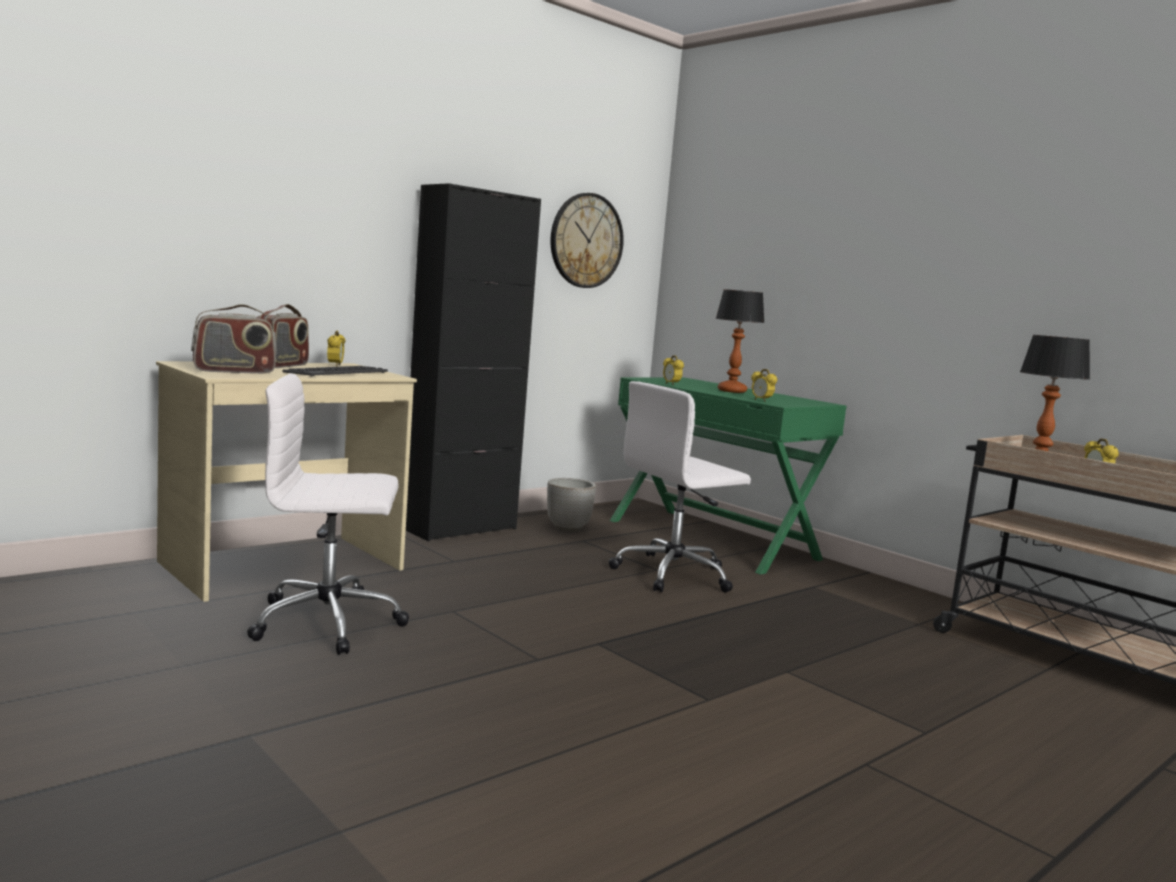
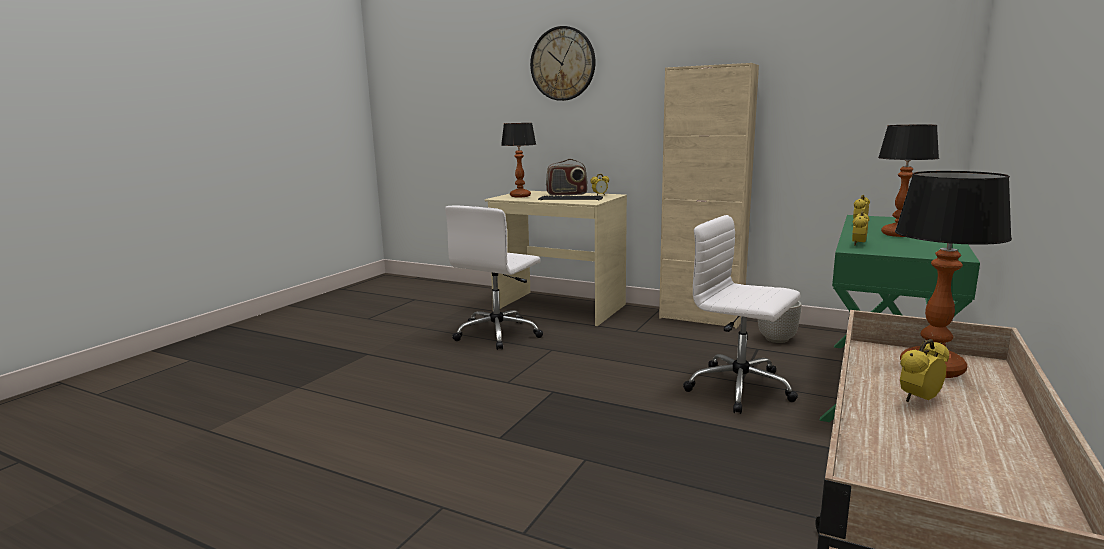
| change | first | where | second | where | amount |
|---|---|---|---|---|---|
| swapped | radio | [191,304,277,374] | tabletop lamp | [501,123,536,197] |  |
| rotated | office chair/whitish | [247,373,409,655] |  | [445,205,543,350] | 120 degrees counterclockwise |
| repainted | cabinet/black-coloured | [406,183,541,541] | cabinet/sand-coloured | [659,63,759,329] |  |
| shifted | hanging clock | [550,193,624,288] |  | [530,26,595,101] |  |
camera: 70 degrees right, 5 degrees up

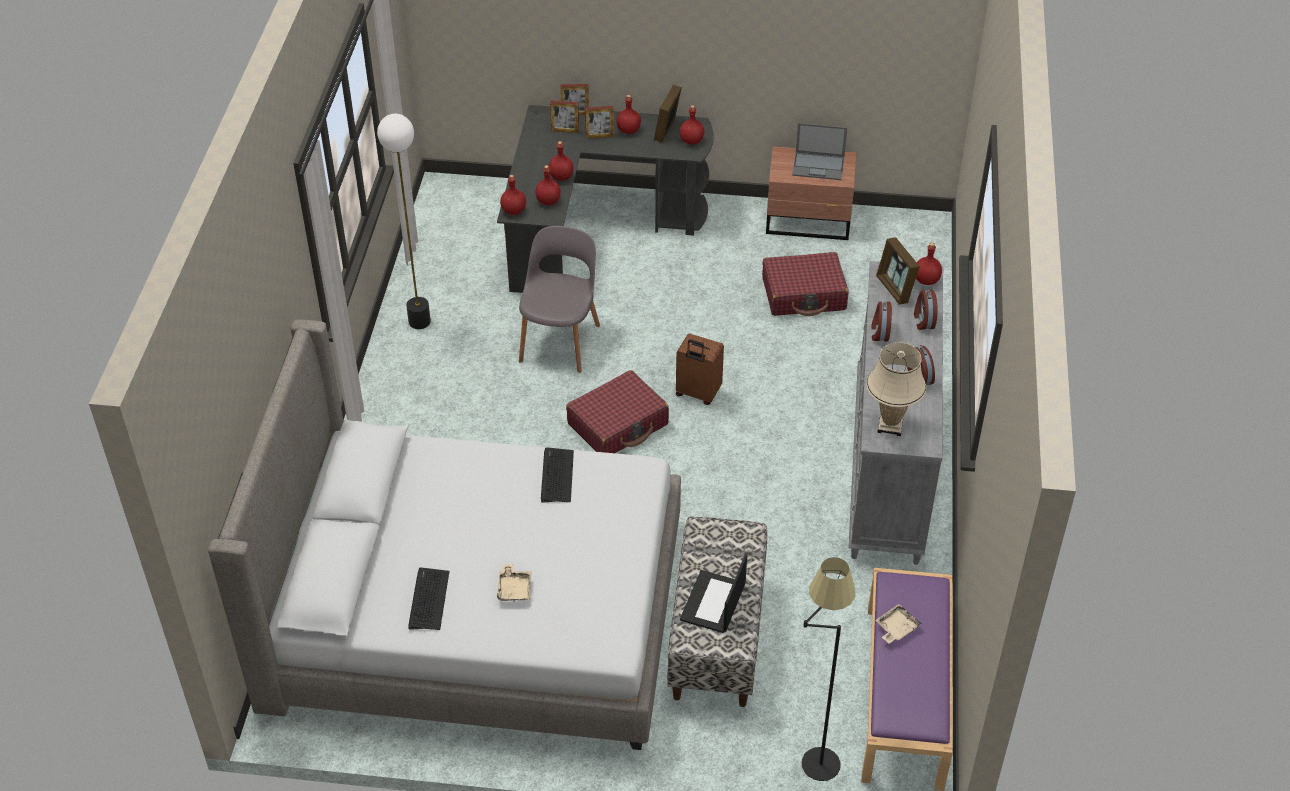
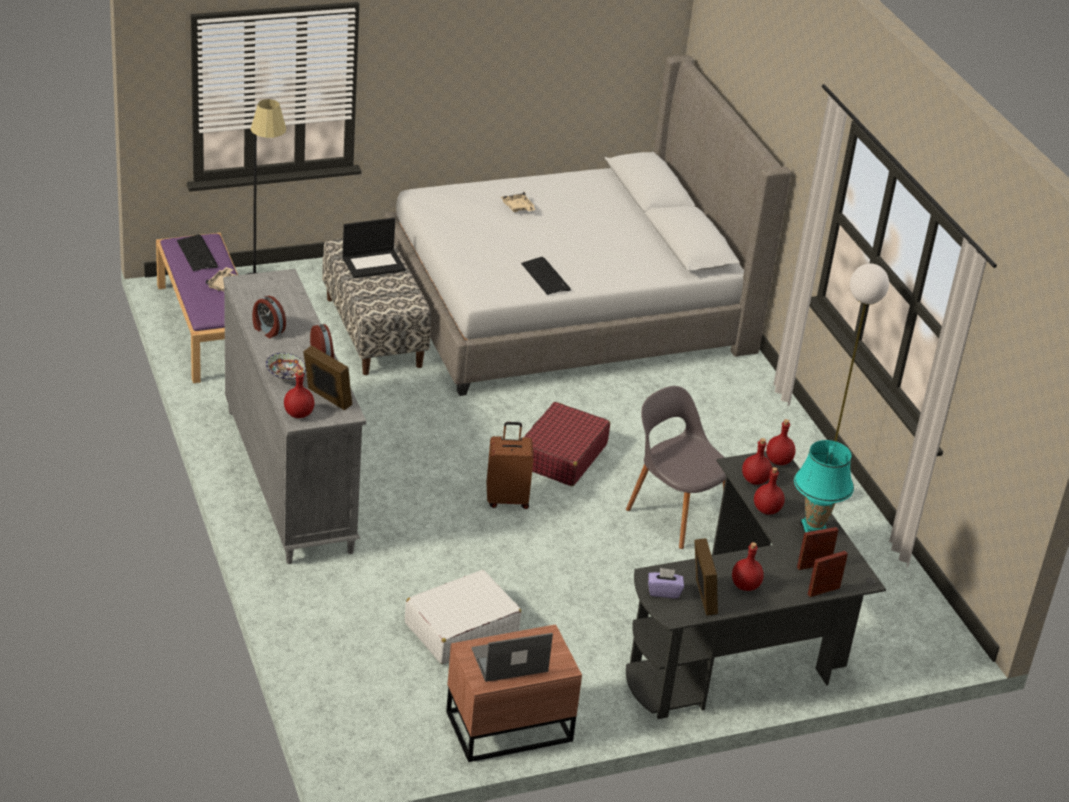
| change | first | where | second | where | amount |
|---|---|---|---|---|---|
| shifted | computer keyboard | [408,568,449,630] |  | [177,235,218,271] |  |
| rotated | chair/gray | [519,226,600,373] |  | [626,386,726,549] | 150 degrees clockwise |
| gone | picture frame | [585,106,614,139] |  |  |  |
| swapped | drink bottle/reddish | [680,105,704,145] | tissue holder/purple-coloured | [648,568,684,599] |  |
| rotated | laptop | [680,554,747,633] |  | [343,218,406,278] | 75 degrees clockwise |
| repainted | travel case/reddish | [762,252,849,316] | travel case/whitish | [405,570,521,664] |  |
| gone | tabletop lamp/sand-coloured | [866,342,926,436] |  |  |  |
| swapped | alarm clock | [914,290,937,330] | deep dish | [266,353,306,381] |  |
| new |  |  | tabletop lamp/blue-green | [794,440,854,532] |  |
camera: 150 degrees right, 10 degrees down

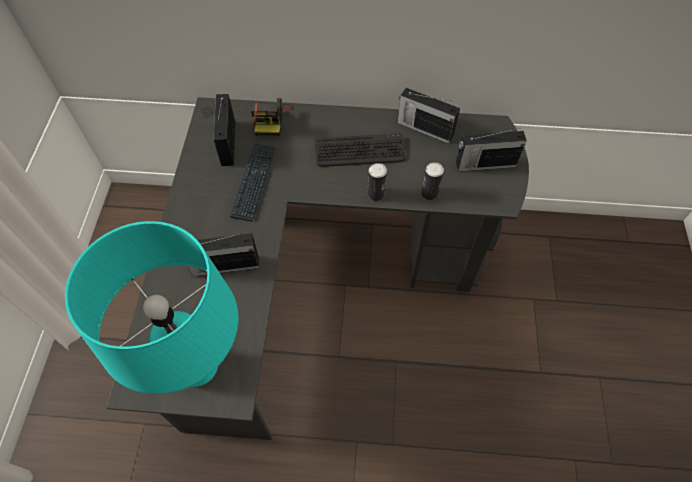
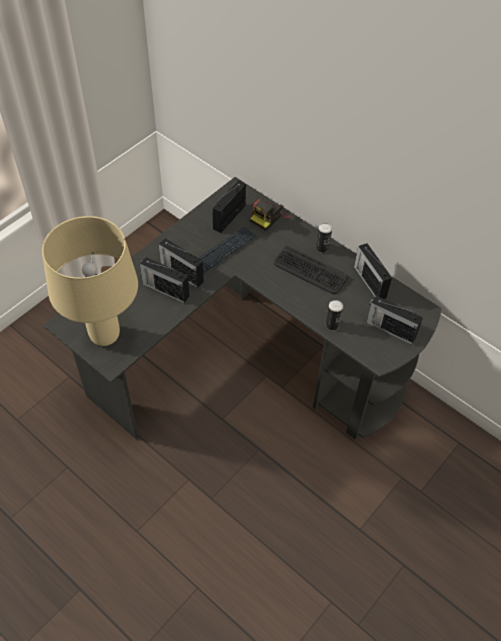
| change | first | where | second | where | amount |
|---|---|---|---|---|---|
| repainted | tabletop lamp/blue-green | [65,221,238,394] | tabletop lamp/sand-coloured | [42,216,138,346] |  |
| shifted | sealed can | [367,163,387,201] |  | [316,223,332,253] |  |
| new |  |  | radio | [158,238,204,288] |  |
camera: 35 degrees right, 5 degrees down

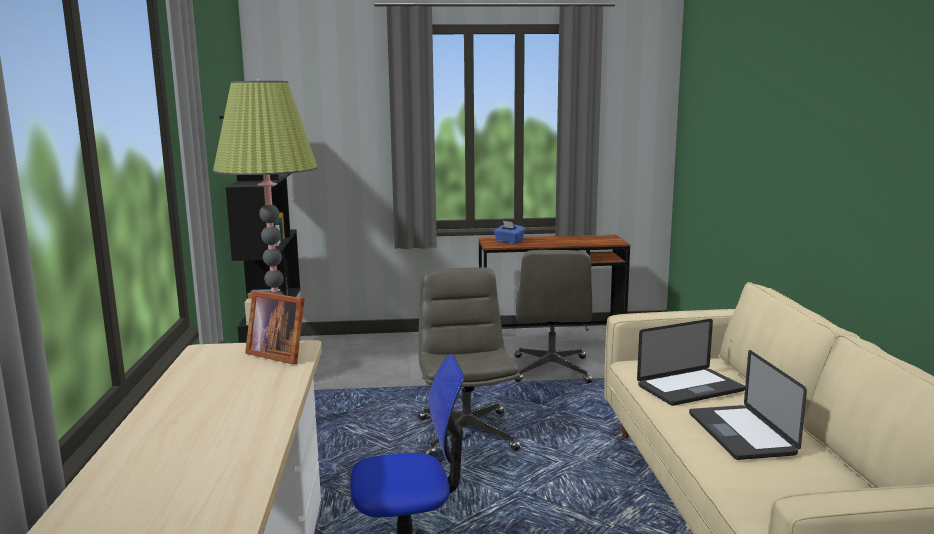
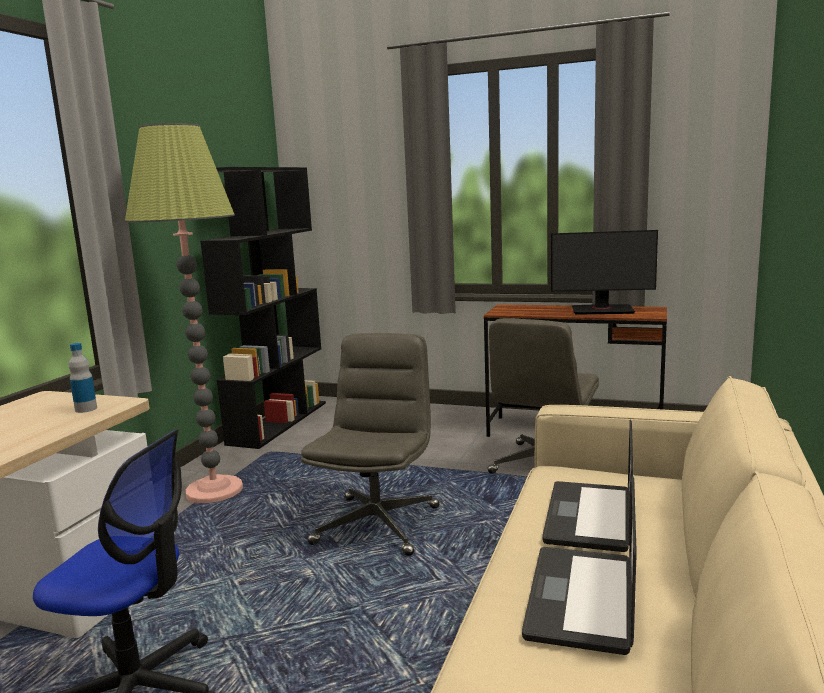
| change | first | where | second | where | amount |
|---|---|---|---|---|---|
| swapped | picture frame | [245,291,305,364] | drink bottle | [69,343,97,413] |  |
| gone | tissue holder/blue | [494,221,525,244] |  |  |  |
| rotated | laptop | [637,319,745,406] |  | [542,419,633,552] | 105 degrees clockwise |
| new |  |  | computer display | [551,230,658,315] |  |
camera: 25 degrees right, 0 degrees up

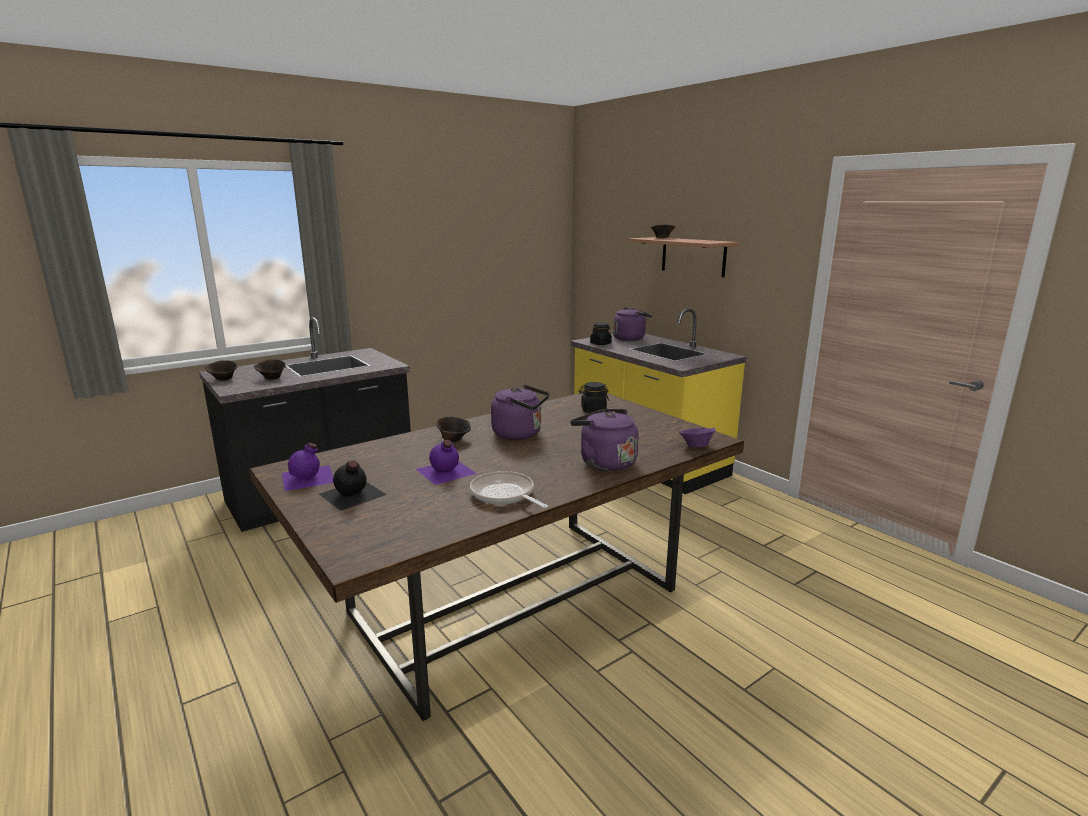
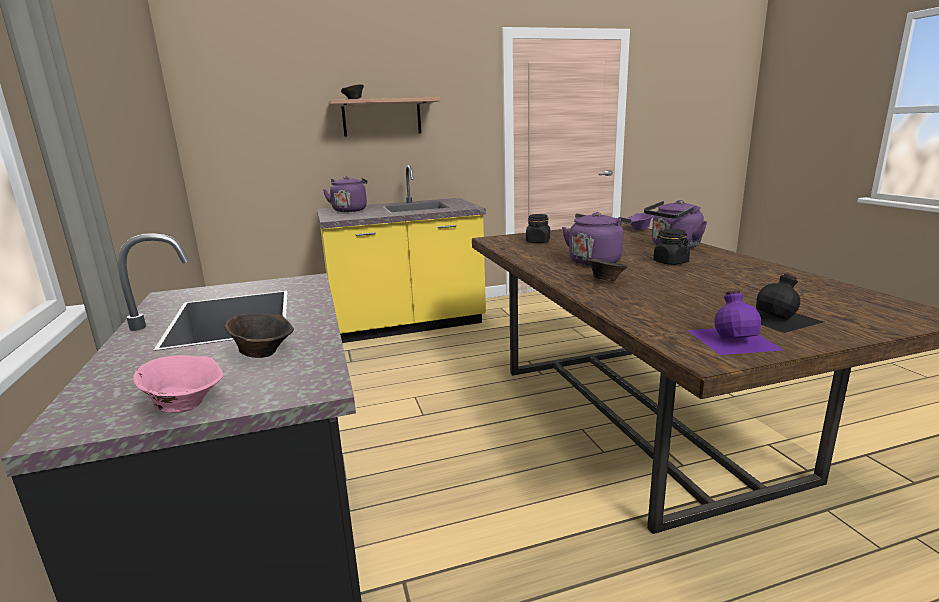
| change | first | where | second | where | amount |
|---|---|---|---|---|---|
| repainted | deep dish/brownish | [205,360,238,381] | deep dish/pink | [133,355,223,413] |  |
| gone | drink bottle/purple-coloured | [416,440,477,485] |  |  |  |
| gone | skillet | [470,471,548,509] |  |  |  |
| shifted | preserve jar/black-coloured | [590,323,612,345] |  | [653,229,690,265] |  |
camera: 70 degrees left, 0 degrees up

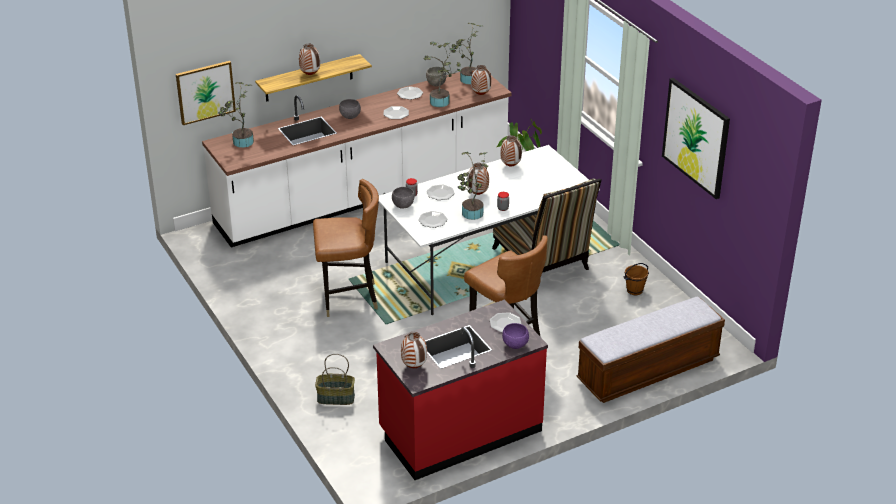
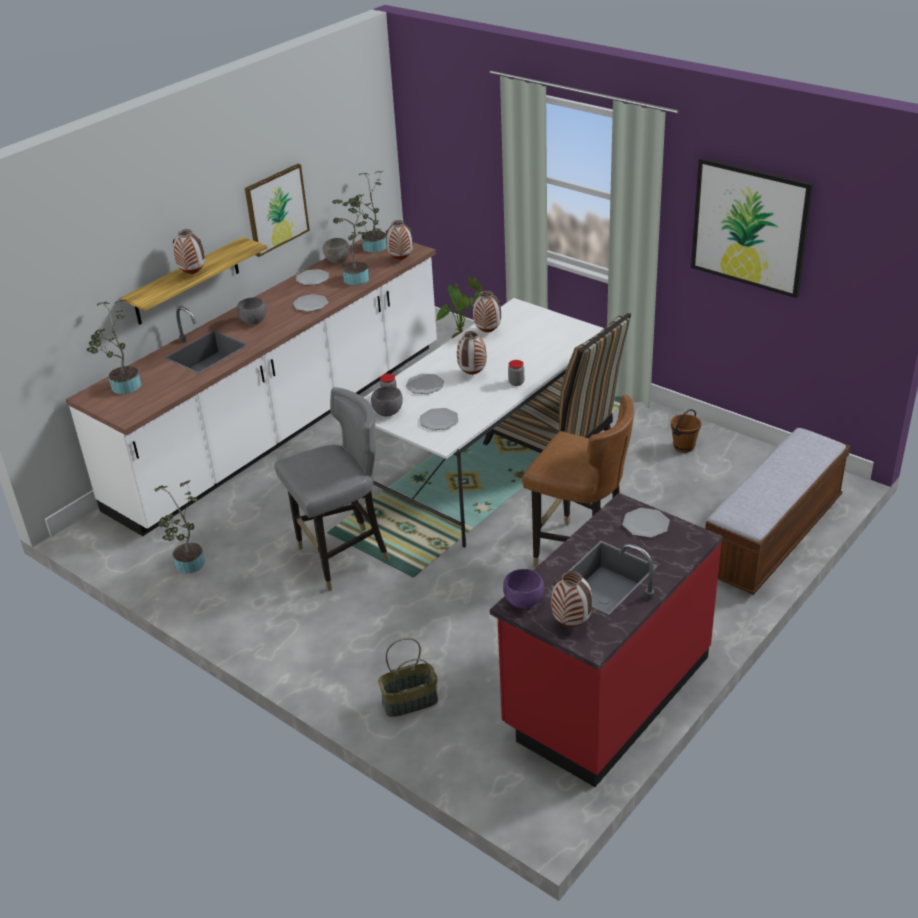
| change | first | where | second | where | amount |
|---|---|---|---|---|---|
| shifted | wall art | [176,61,236,125] |  | [245,164,310,257] |  |
| repainted | chair/brownish | [313,179,379,317] | chair/gray | [275,387,390,591] |  |
| shifted | plant in a pot | [457,152,488,220] |  | [154,480,205,573] |  |
| shifted | deep dish/purple-coloured | [502,323,529,349] |  | [503,569,544,609] |  |
camera: 20 degrees left, 0 degrees up

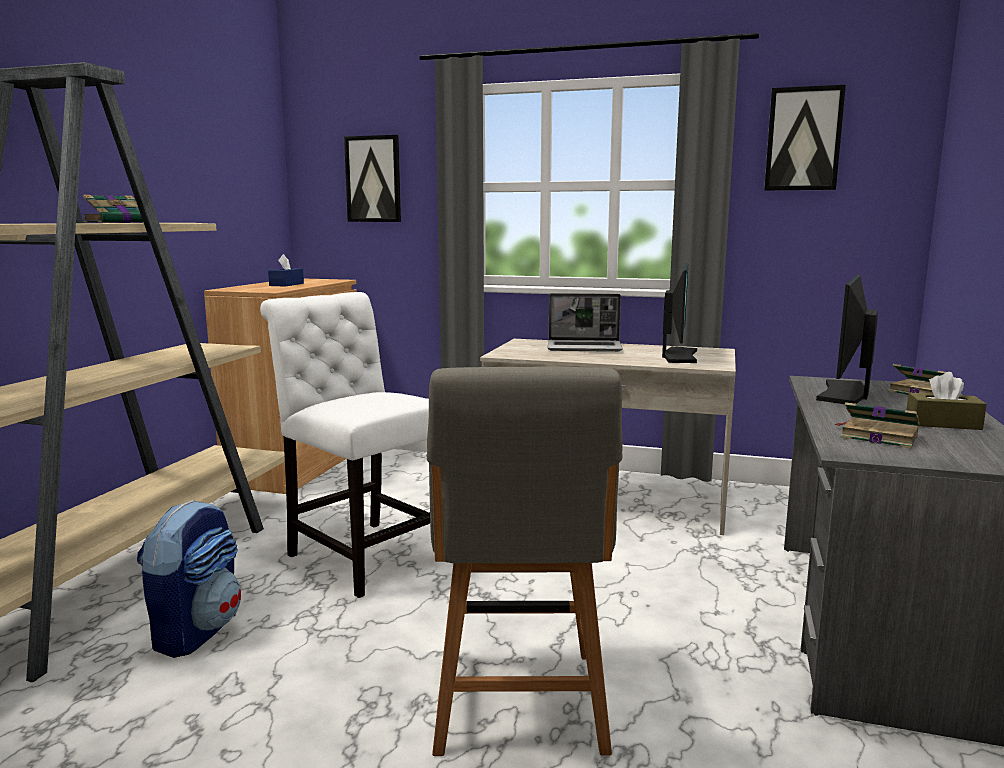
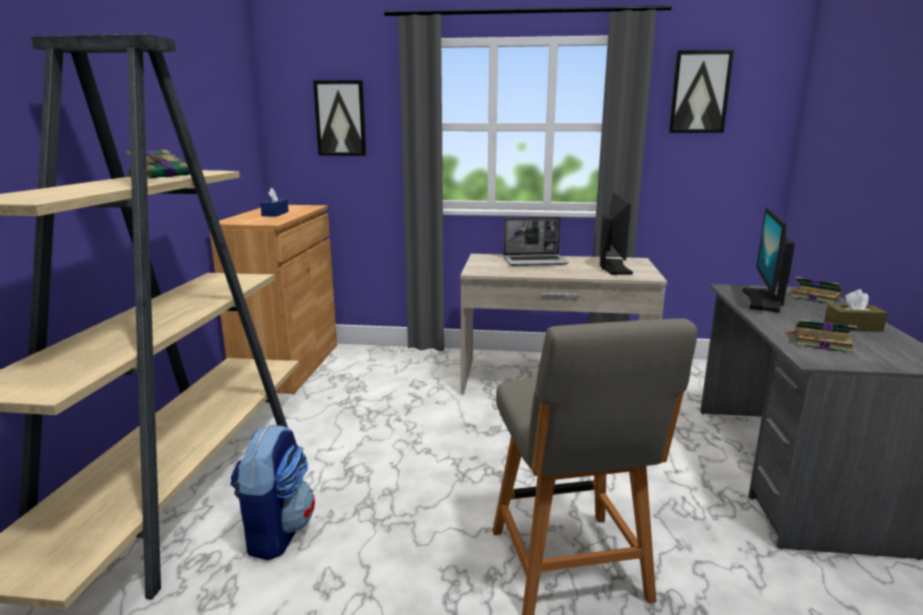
| change | first | where | second | where | amount |
|---|---|---|---|---|---|
| gone | chair/whitish | [260,292,430,598] |  |  |  |
camera: 10 degrees left, 5 degrees up

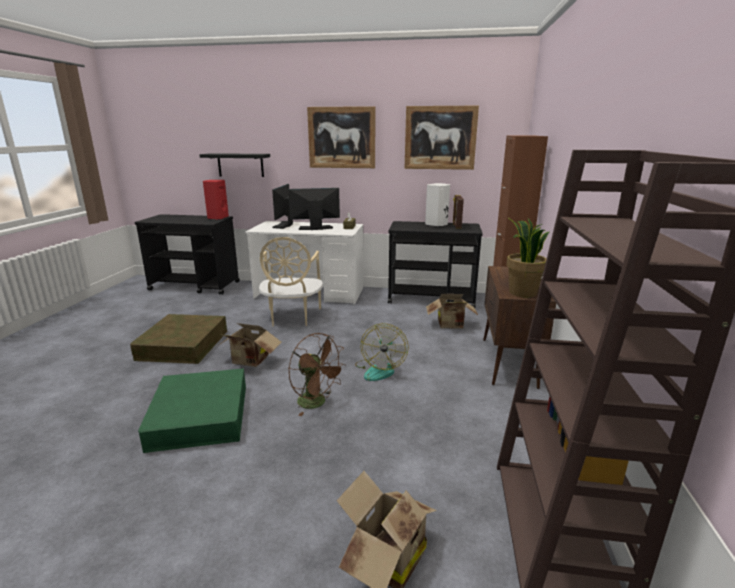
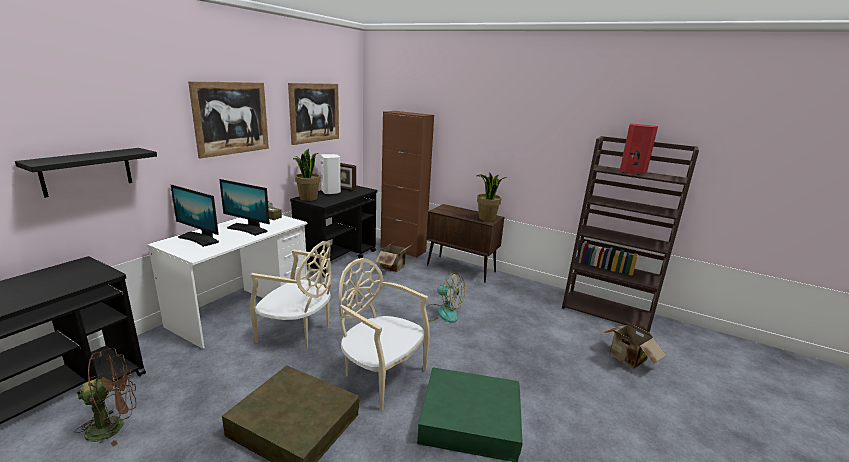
| change | first | where | second | where | amount |
|---|---|---|---|---|---|
| shifted | speaker/reddish | [203,180,229,220] |  | [620,124,658,175] |  |
| swapped | cardboard box | [218,323,282,367] | chair/sand-coloured | [339,258,430,411] |  |
| rotated | computer display | [288,188,340,230] |  | [219,179,270,236] | 75 degrees counterclockwise |
| shifted | cooling fan/brownish | [289,333,346,416] |  | [74,348,136,447] |  |
| new |  |  | plant in a pot | [293,149,320,201] |  |
camera: 70 degrees left, 0 degrees up

